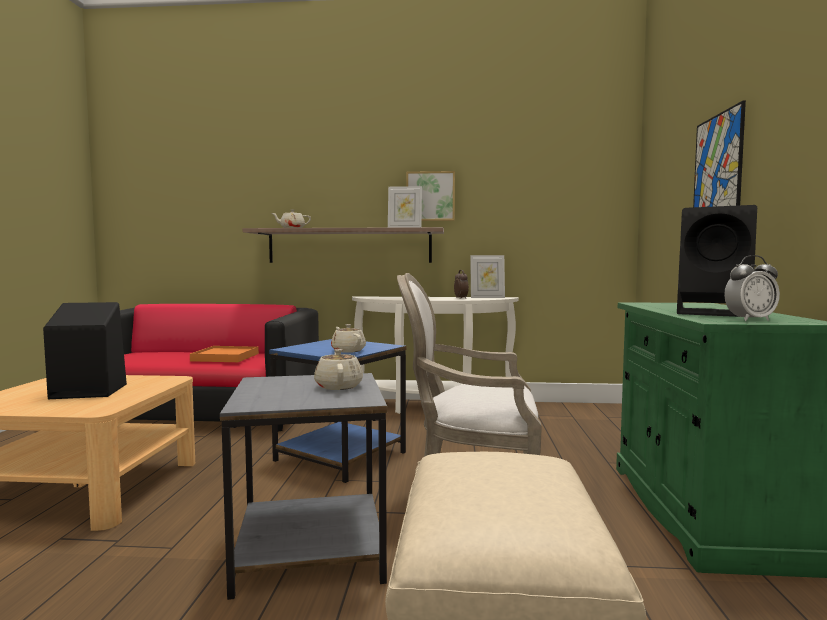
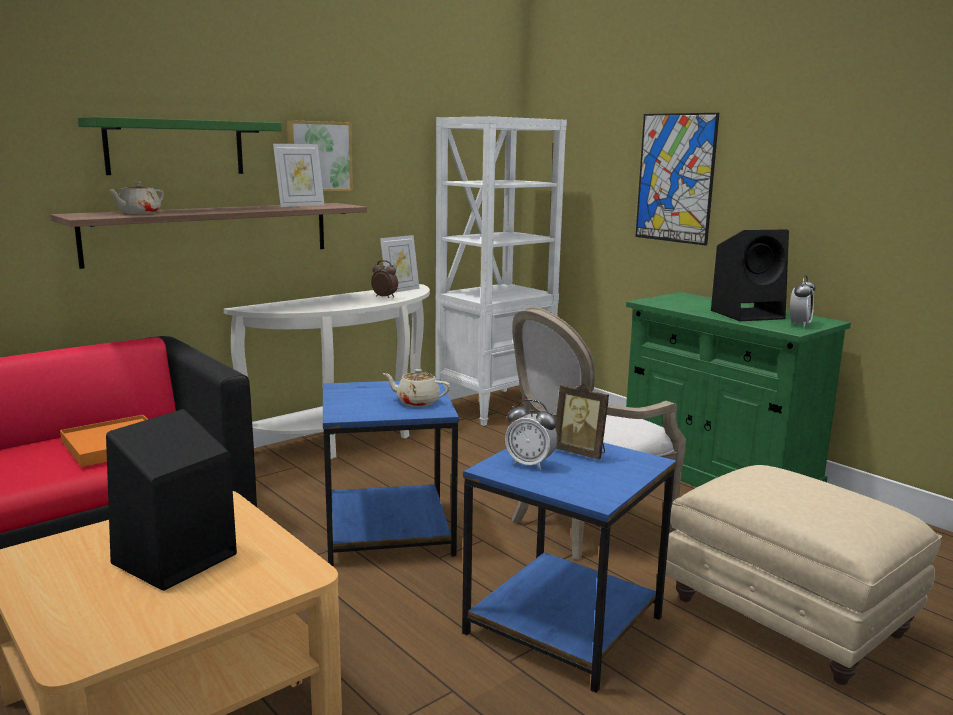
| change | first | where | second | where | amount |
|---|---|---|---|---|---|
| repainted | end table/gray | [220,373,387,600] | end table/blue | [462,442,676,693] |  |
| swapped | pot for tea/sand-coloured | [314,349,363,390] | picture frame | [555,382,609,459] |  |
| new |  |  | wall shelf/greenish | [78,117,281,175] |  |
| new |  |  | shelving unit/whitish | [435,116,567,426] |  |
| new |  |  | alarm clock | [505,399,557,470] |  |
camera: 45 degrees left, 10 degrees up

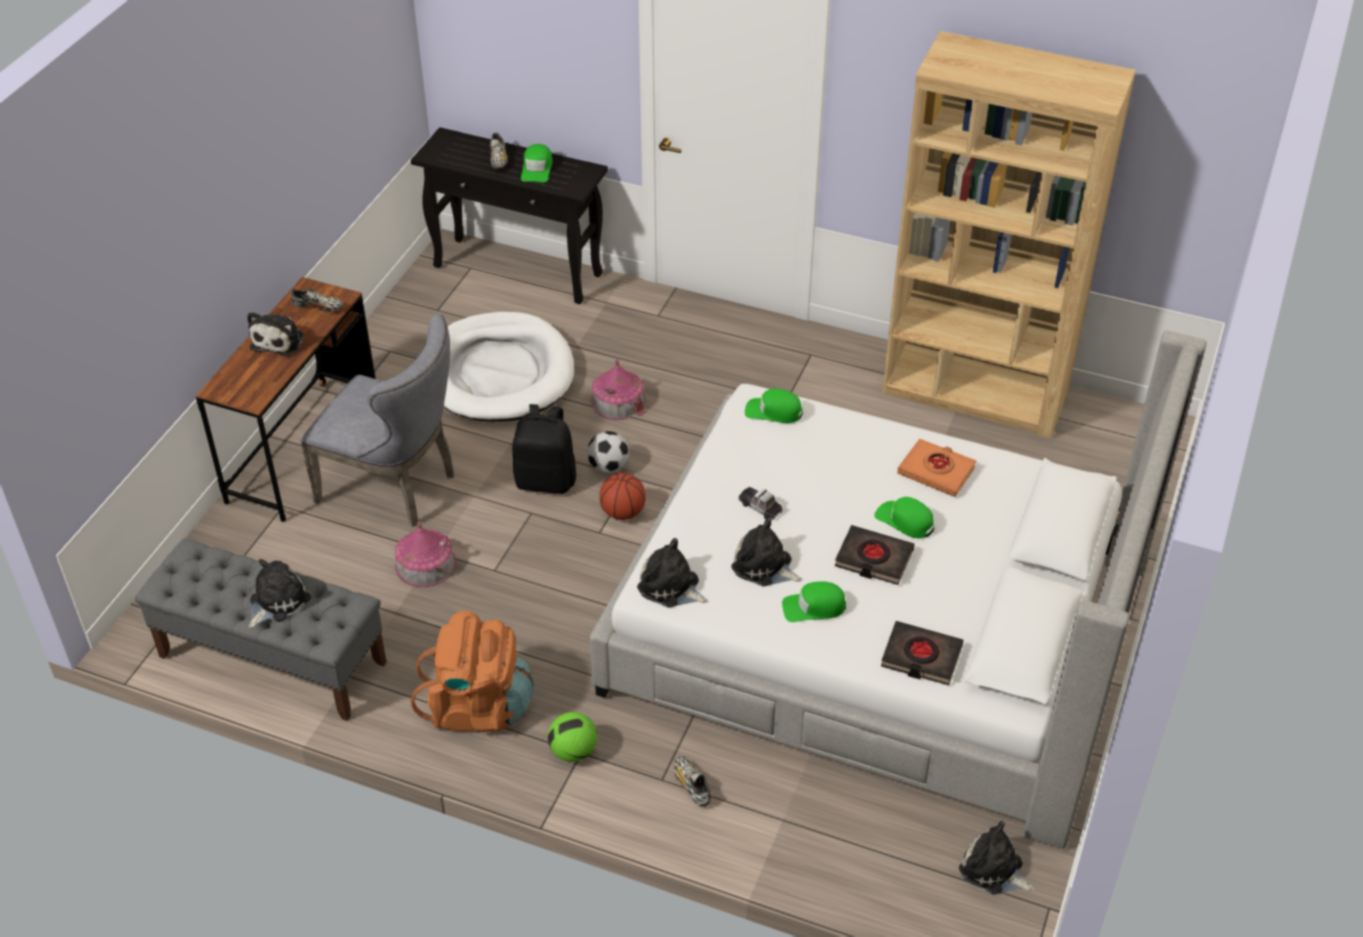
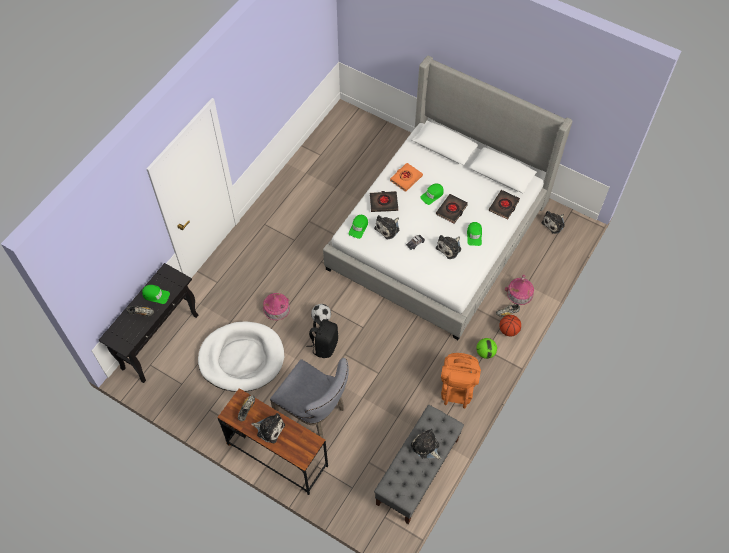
| change | first | where | second | where | amount |
|---|---|---|---|---|---|
| rotated | chair/gray | [301,314,454,527] |  | [270,358,349,438] | 90 degrees clockwise |
| shifted | toy house | [395,522,456,587] |  | [504,275,534,305] |  |
| shifted | basketball | [599,473,646,520] |  | [499,315,521,336] |  |
| shifted | cuddly toy | [637,538,709,608] |  | [374,215,399,239] |  |
| gone | shelving unit/brownish | [882,31,1136,439] |  |  |  |
| new |  |  | book/black-coloured | [370,191,398,212] |  |
camera: 80 degrees left, 15 degrees up

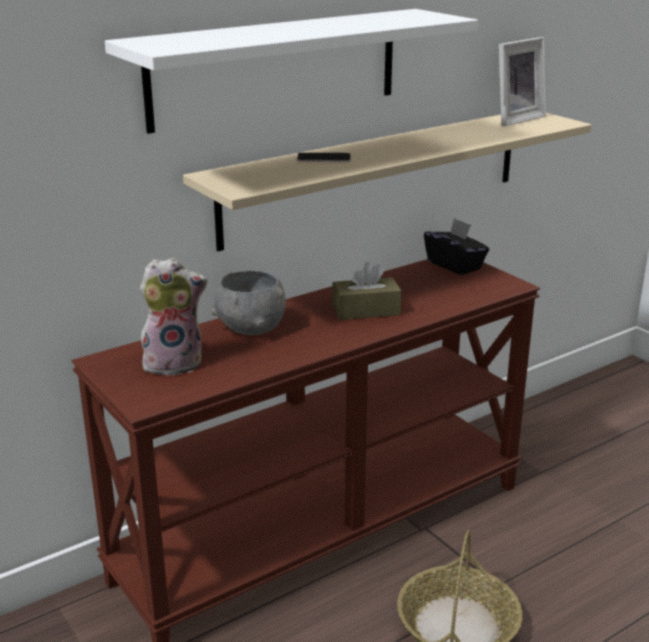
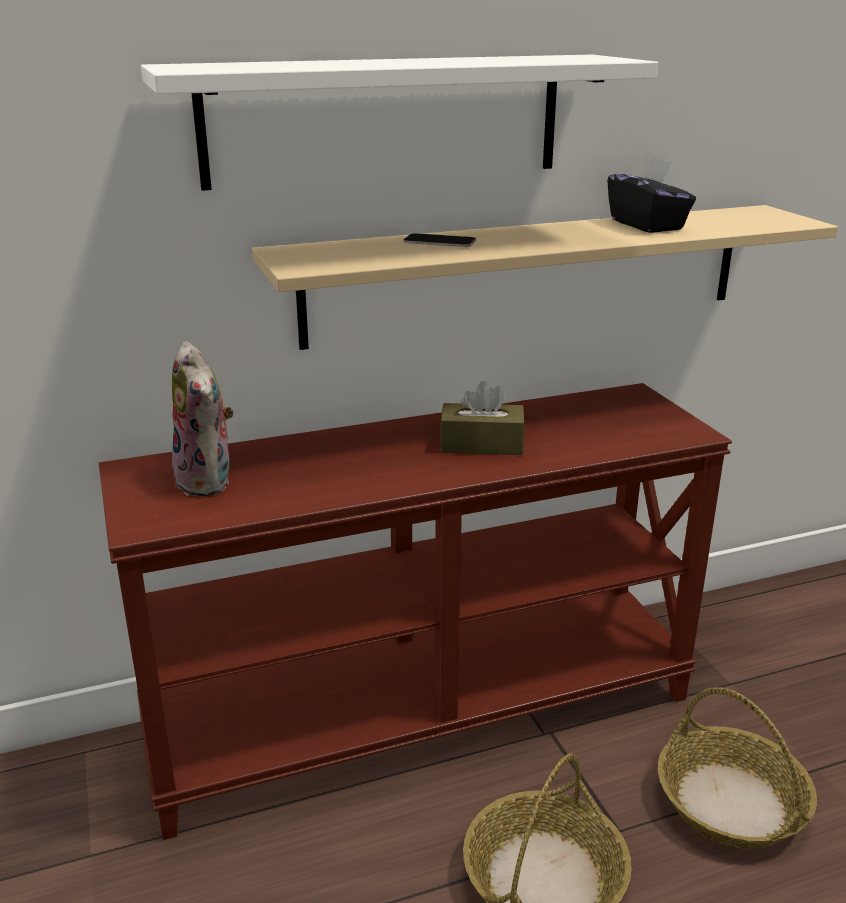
| change | first | where | second | where | amount |
|---|---|---|---|---|---|
| rotated | cuddly toy | [140,258,208,376] |  | [170,341,234,496] | 60 degrees clockwise |
| gone | deep dish/gray | [212,270,286,335] |  |  |  |
| shifted | tissue holder/black-coloured | [424,218,489,275] |  | [607,156,696,233] |  |
| gone | picture frame | [499,37,546,126] |  |  |  |
| new |  |  | basket | [658,687,817,849] |  |
camera: 15 degrees right, 0 degrees up

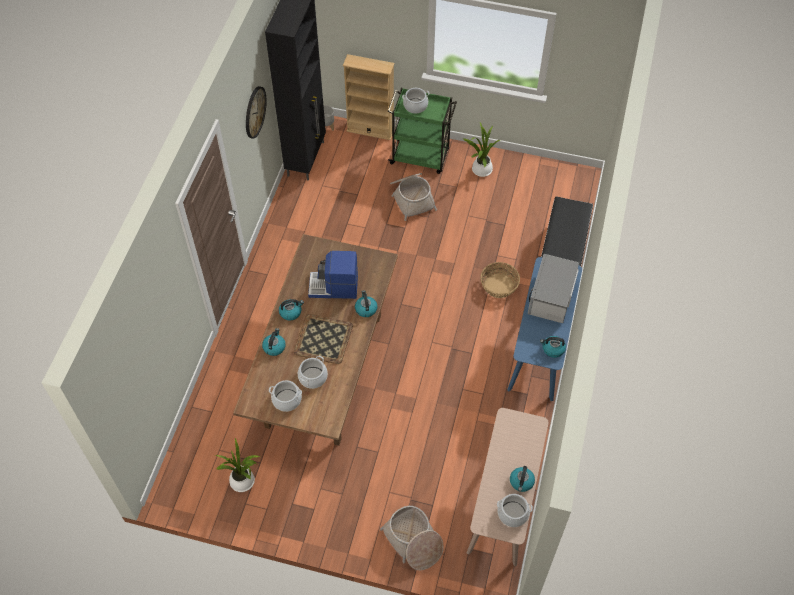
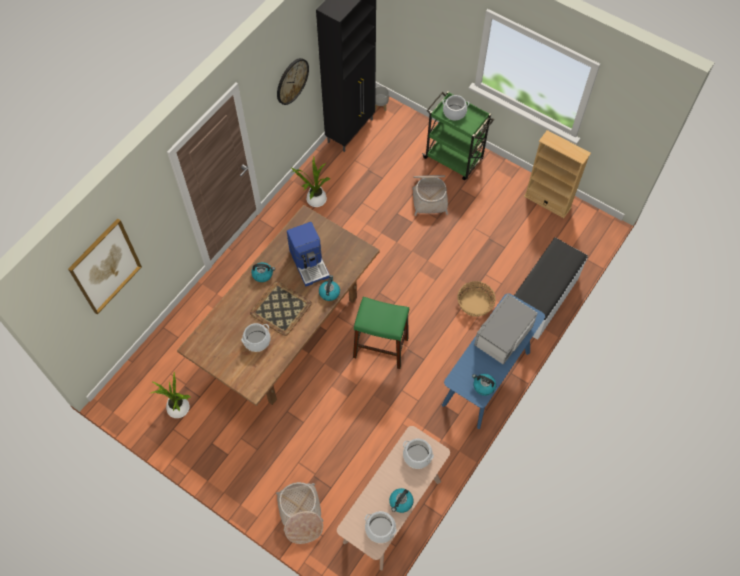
| change | first | where | second | where | amount |
|---|---|---|---|---|---|
| gone | water kettle | [262,328,286,356] |  |  |  |
| shifted | saucepot | [269,380,302,412] |  | [403,439,434,469] |  |
| rotated | coffee maker | [308,251,358,299] |  | [287,222,330,286] | 135 degrees counterclockwise |
| shifted | shelving unit/sand-coloured | [343,54,394,140] |  | [524,130,591,218] |  |
| shifted | plant in a pot | [463,122,500,177] |  | [291,157,331,207] |  |
| new |  |  | wall art | [68,218,142,315] |  |
| new |  |  | stool seat/greenish | [353,297,409,369] |  |
camera: 20 degrees right, 5 degrees up

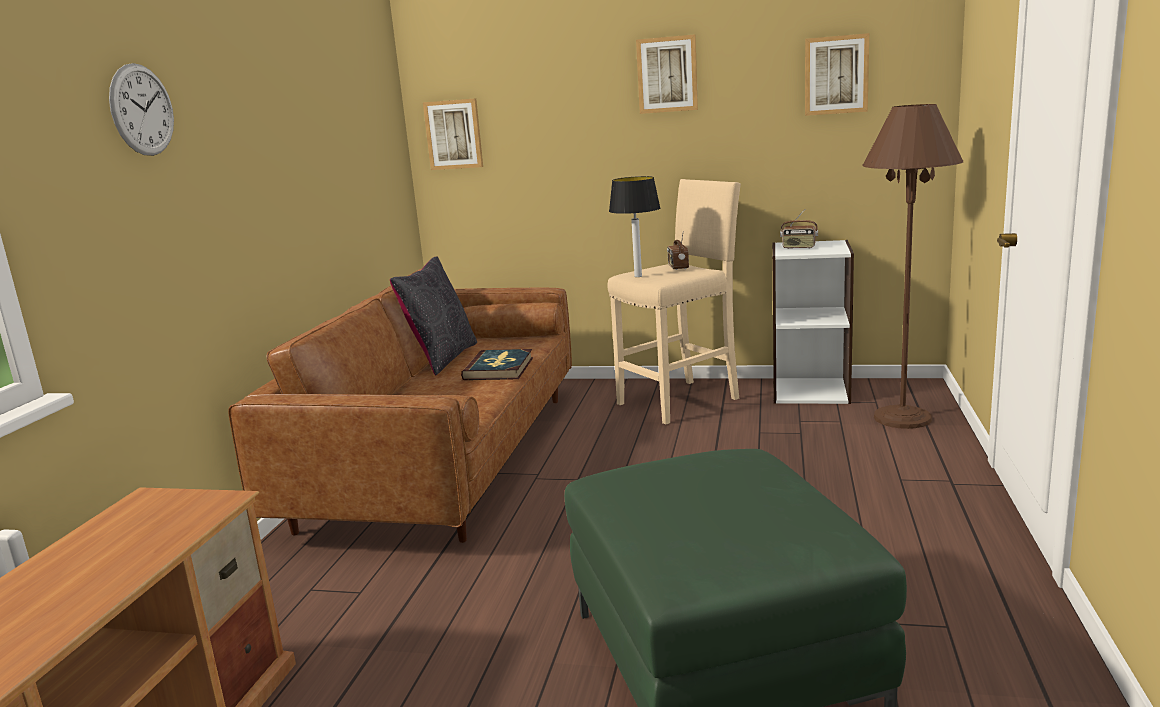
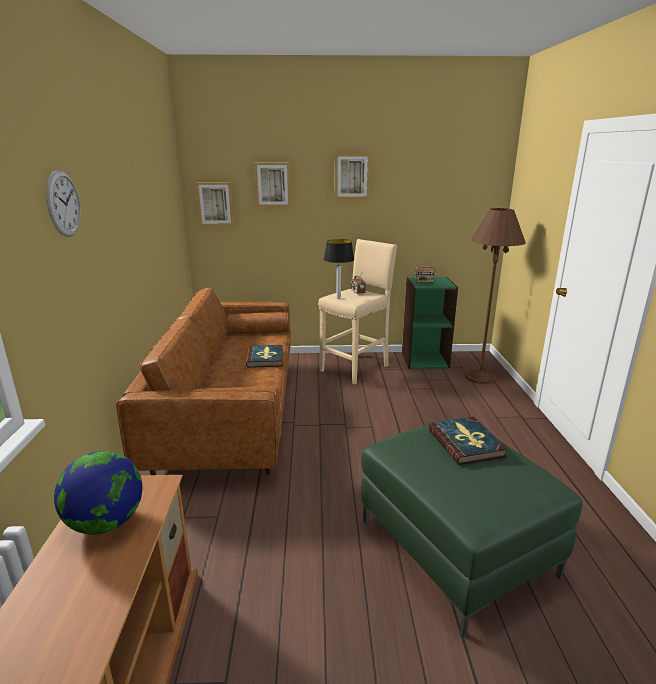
| change | first | where | second | where | amount |
|---|---|---|---|---|---|
| gone | throw pillow/black-coloured | [390,256,477,376] |  |  |  |
| repainted | shelving unit/whitish | [772,240,854,404] | shelving unit/greenish | [402,277,458,369] |  |
| shifted | wall art | [805,33,869,116] |  | [254,162,291,207] |  |
| new |  |  | world globe | [54,451,142,535] |  |
| new |  |  | book | [428,417,508,465] |  |
camera: 15 degrees left, 5 degrees up

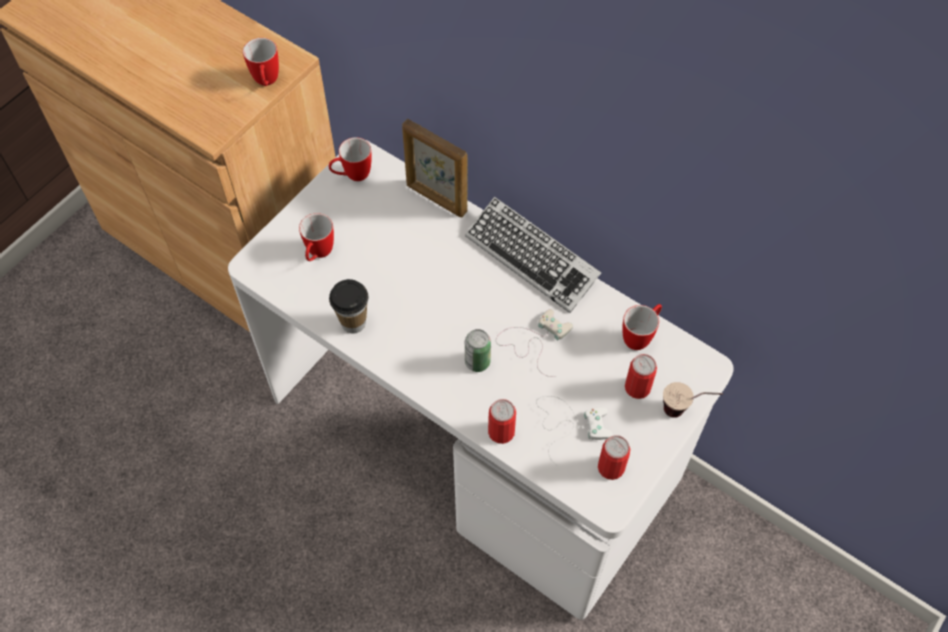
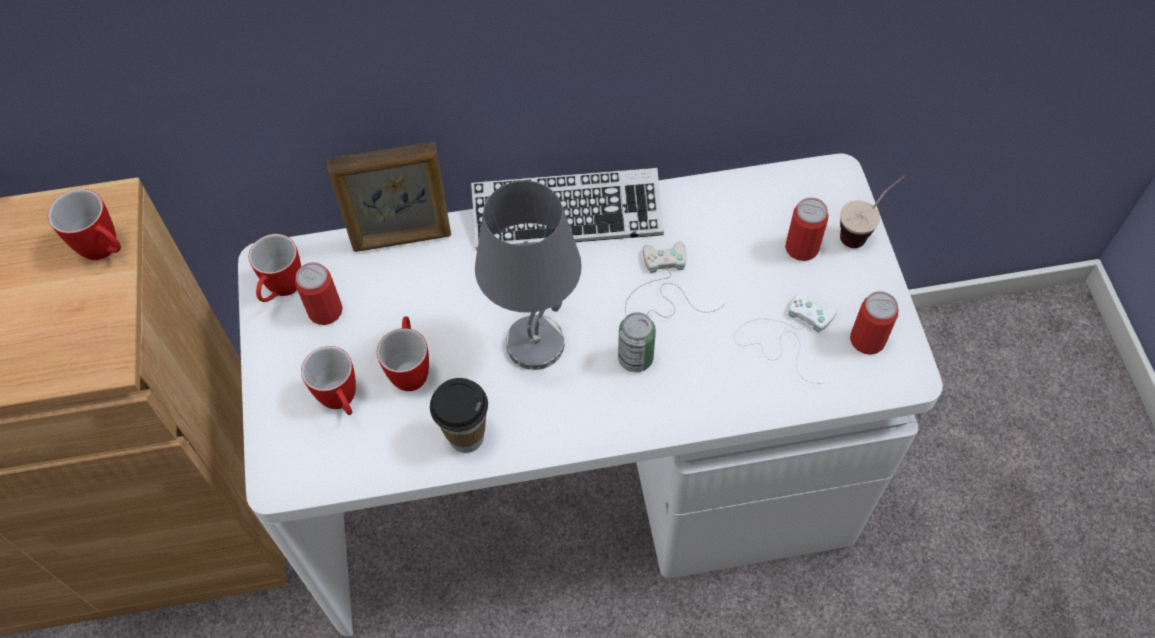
| change | first | where | second | where | amount |
|---|---|---|---|---|---|
| shifted | sealed can | [488,399,516,444] |  | [295,262,343,325] |  |
| shifted | coffee mug | [622,304,662,350] |  | [377,316,429,391] |  |
| new |  |  | tabletop lamp/gray | [475,181,582,370] |  |
camera: 45 degrees left, 0 degrees up

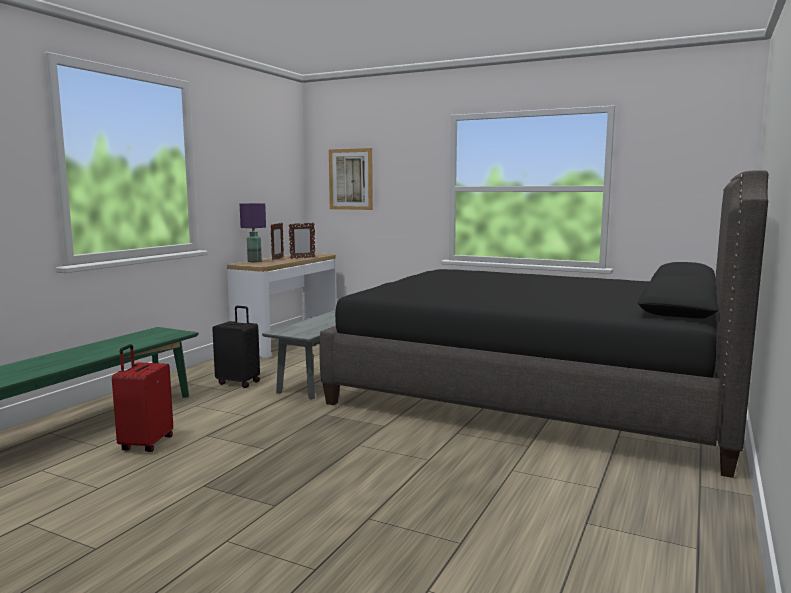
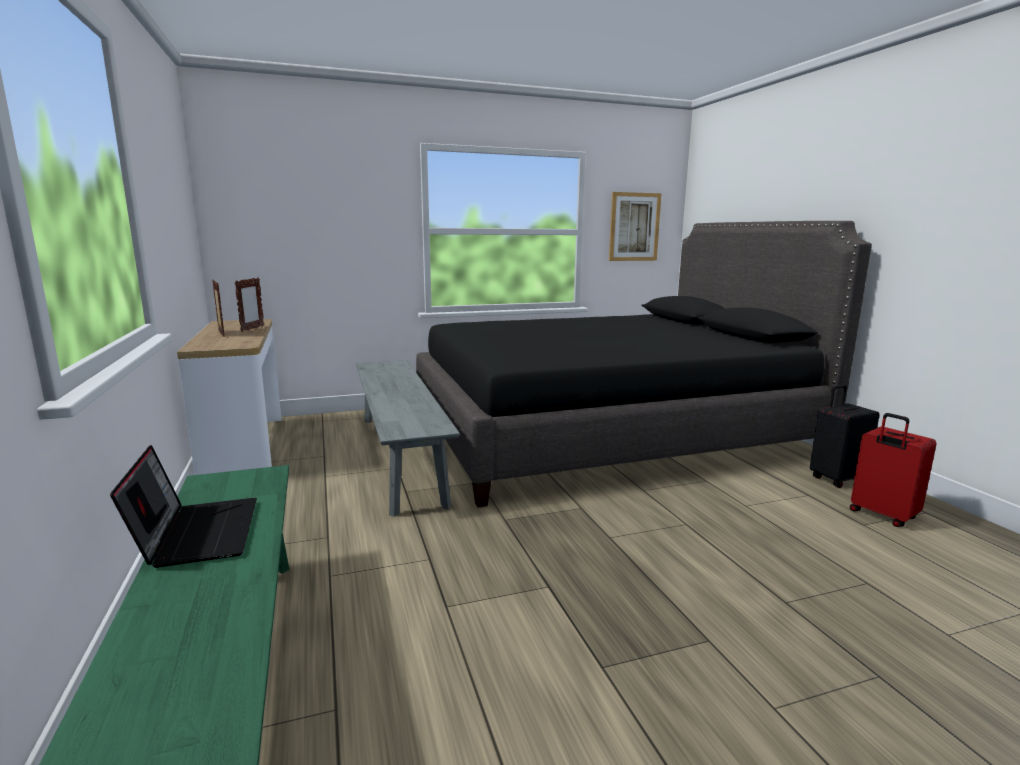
| change | first | where | second | where | amount |
|---|---|---|---|---|---|
| shifted | travel case/reddish | [112,344,173,452] |  | [850,413,937,527] |  |
| shifted | travel case/black-coloured | [212,306,260,388] |  | [810,385,880,488] |  |
| gone | tabletop lamp/purple-coloured | [240,203,266,262] |  |  |  |
| shifted | wall art | [329,148,373,210] |  | [609,192,662,261] |  |
| new |  |  | laptop | [110,445,257,568] |  |
camera: 45 degrees left, 5 degrees up

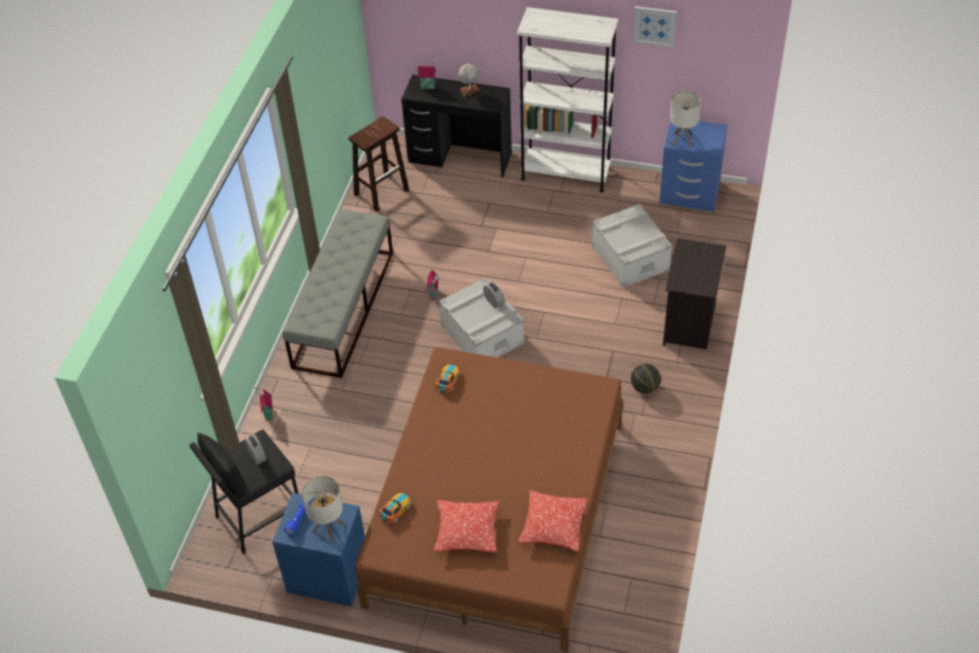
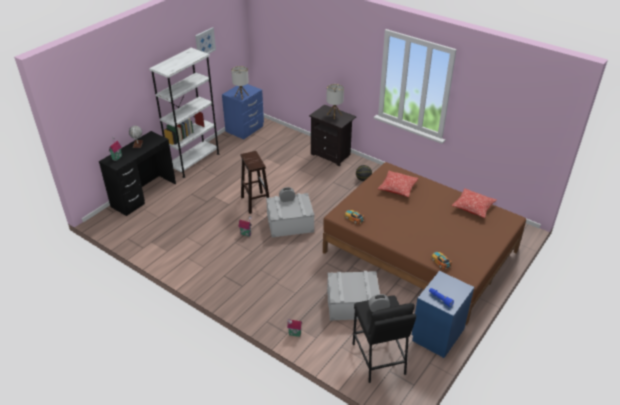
| change | first | where | second | where | amount |
|---|---|---|---|---|---|
| gone | long seat/gray | [282,209,393,378] |  |  |  |
| shifted | tabletop lamp | [302,476,345,542] |  | [326,84,344,119] |  |
| shifted | stool seat/brownish | [349,116,409,212] |  | [241,151,269,214] |  |
| shifted | throw pillow | [433,500,499,552] |  | [378,171,418,197] |  |
| shifted | storage container/gray | [592,204,672,288] |  | [327,271,380,321] |  |
camera: 70 degrees left, 10 degrees down

